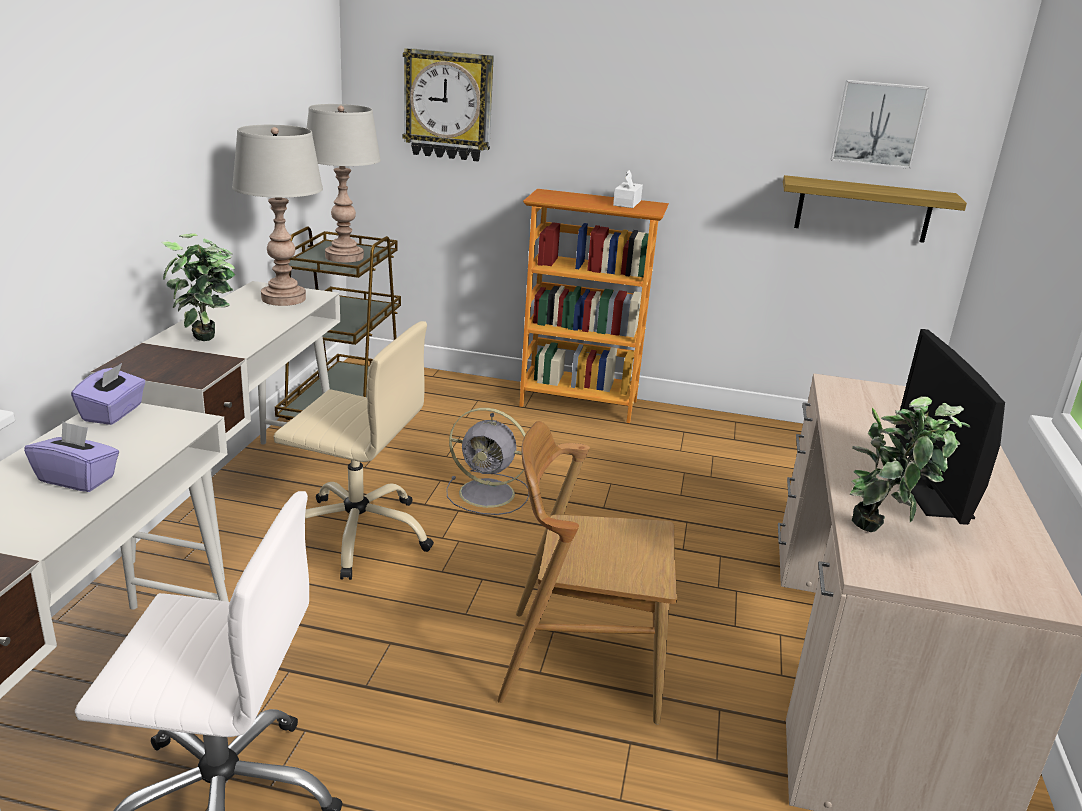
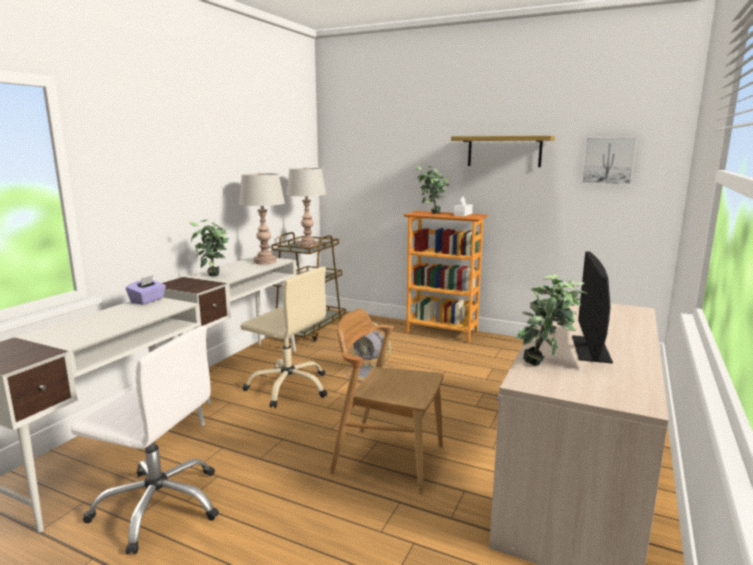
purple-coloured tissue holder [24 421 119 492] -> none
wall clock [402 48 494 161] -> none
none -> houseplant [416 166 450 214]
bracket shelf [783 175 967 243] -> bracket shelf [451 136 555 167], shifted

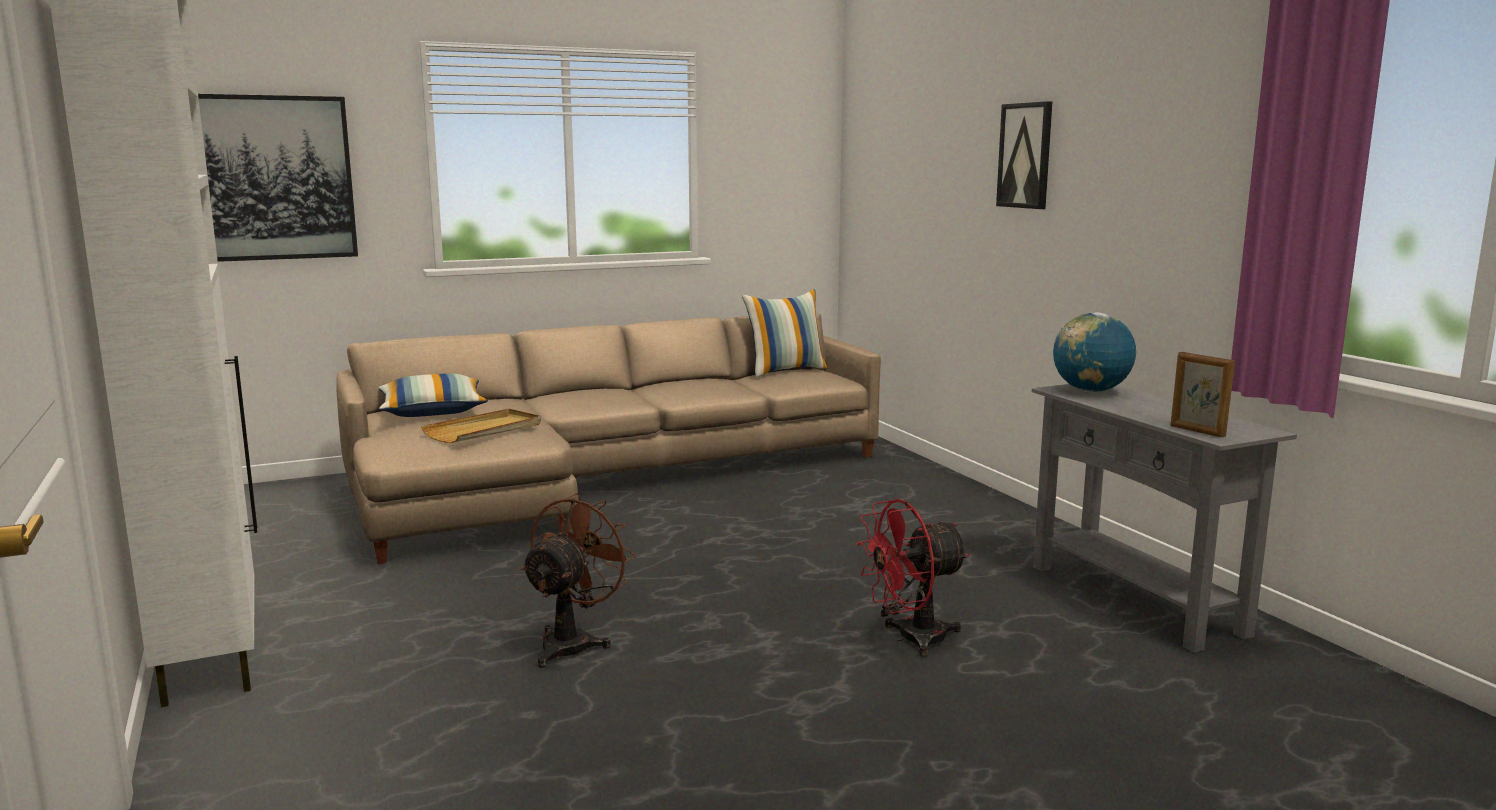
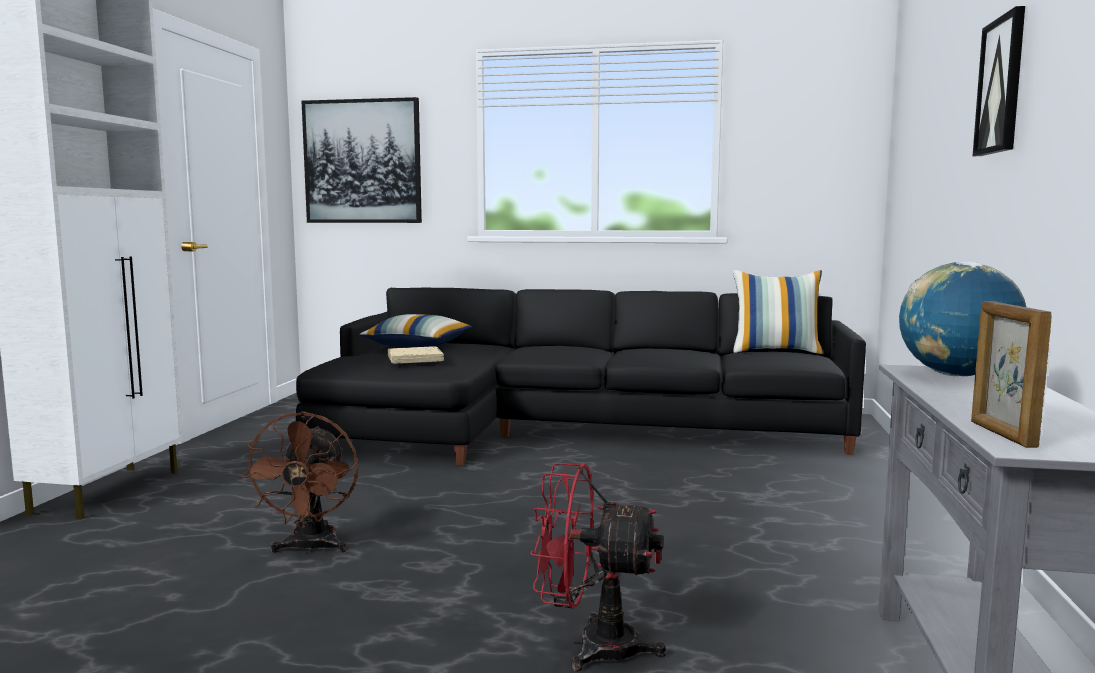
beige-coloured serving tray [421 409 541 443] -> beige-coloured volume [388 346 444 364]
beige-coloured sofa [336 313 881 564] -> blackish sofa [296 288 866 466]
brown-coloured cooling fan [520 493 636 668] -> brown-coloured cooling fan [241 412 358 554], 120 degrees clockwise

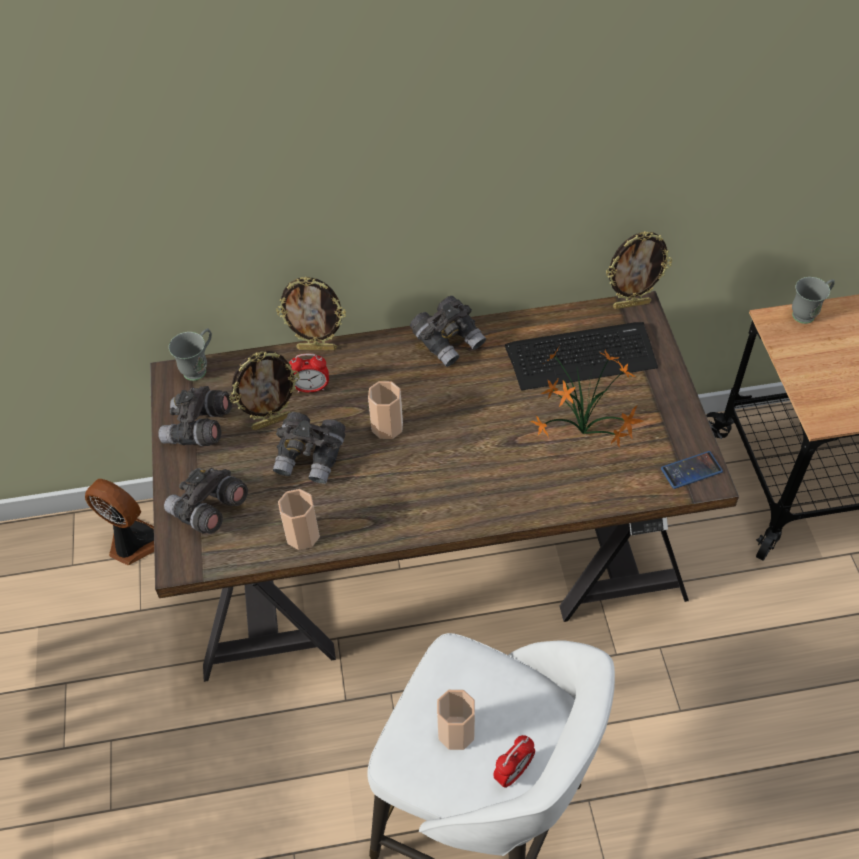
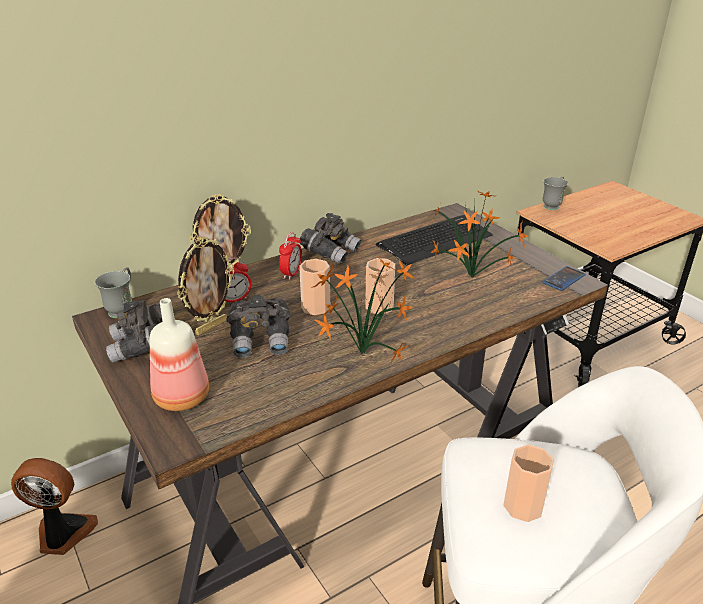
photo frame [606 231 672 309] -> none
none -> houseplant [311 256 415 363]
cup [278 489 320 550] -> cup [365 258 395 314], shifted
table clock [493 735 535 788] -> table clock [279 232 302 280], shifted
grey field glasses [164 468 248 534] -> bottle [150 298 209 411]

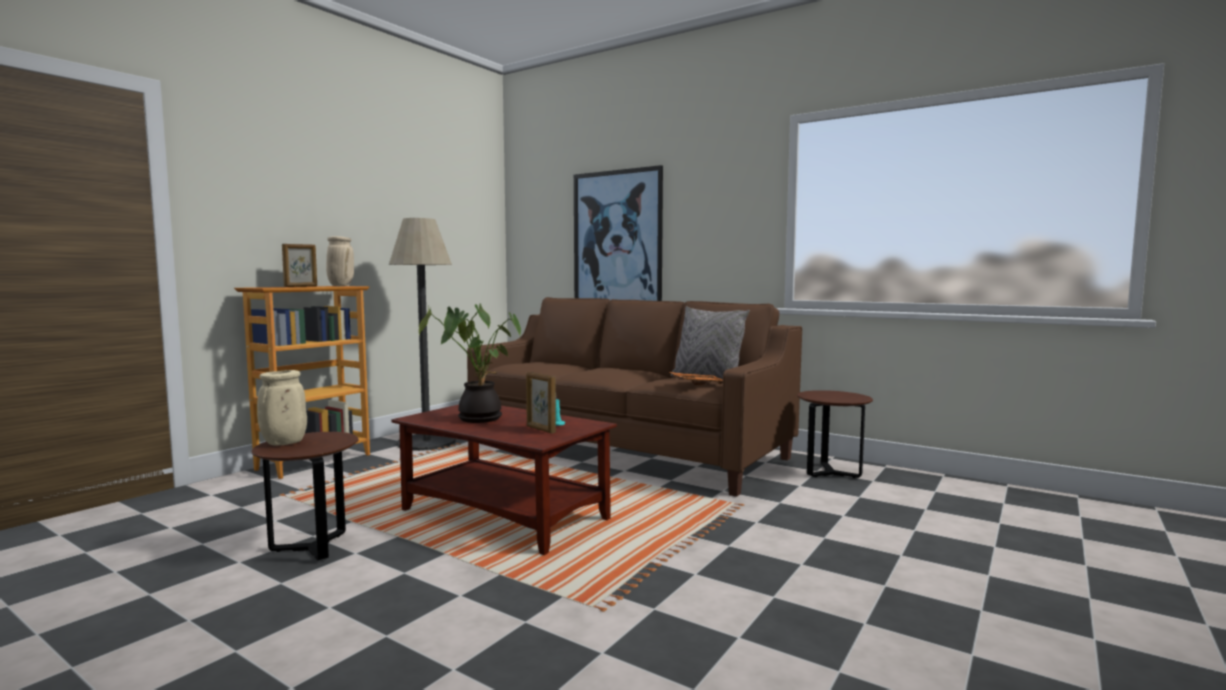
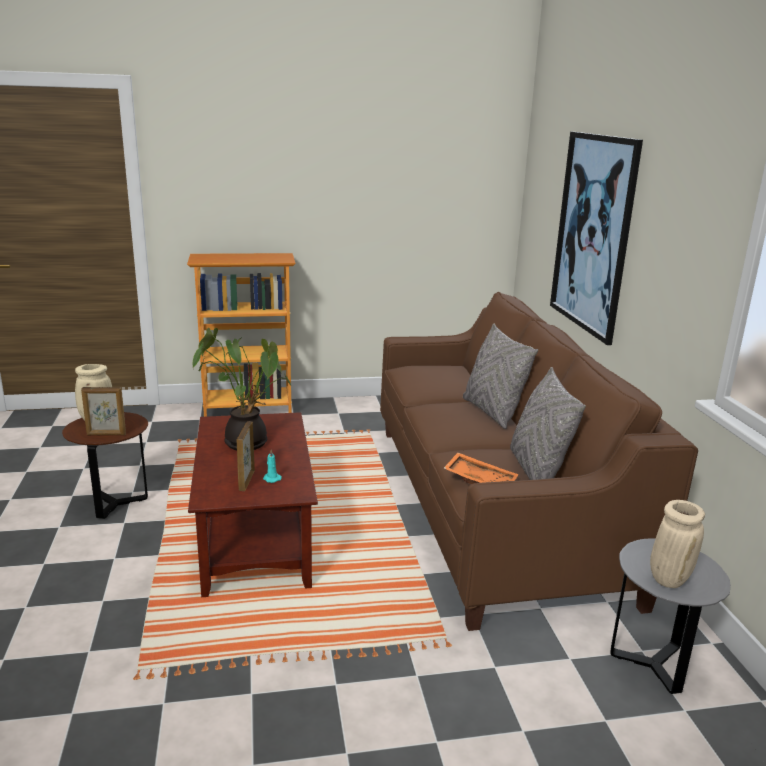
standing lamp [389 218 456 451] -> none
none -> grey throw pillow [463 324 538 429]
photo frame [282 244 317 287] -> photo frame [81 387 126 435], shifted
beige-coloured vase [326 236 354 286] -> beige-coloured vase [650 500 705 588], shifted
brown-coloured side table [797 390 873 478] -> grey side table [610 539 731 694]

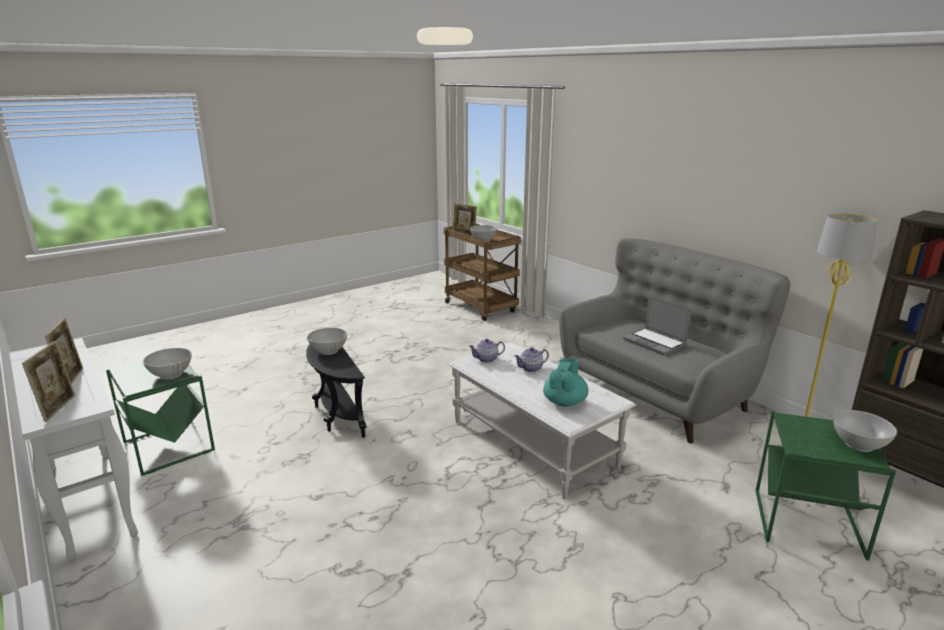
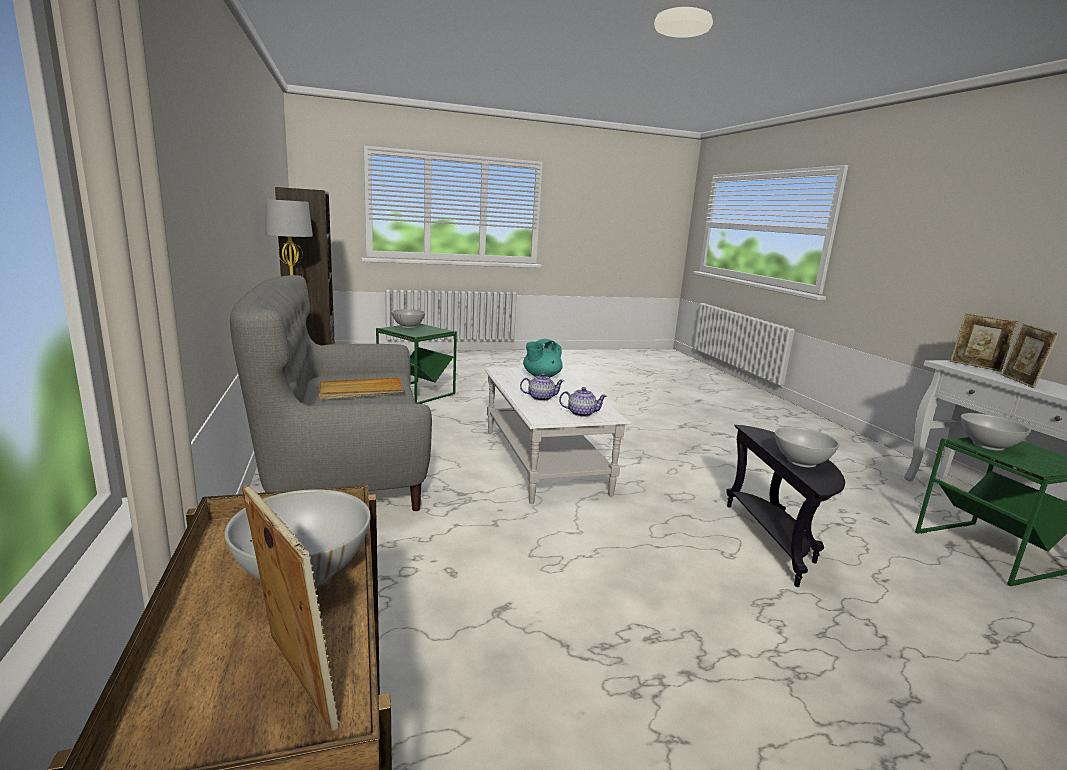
notebook computer [623 296 691 355] -> beige-coloured serving tray [319 377 405 399]
photo frame [22 341 75 422] -> photo frame [950 313 1018 372], 60 degrees counterclockwise

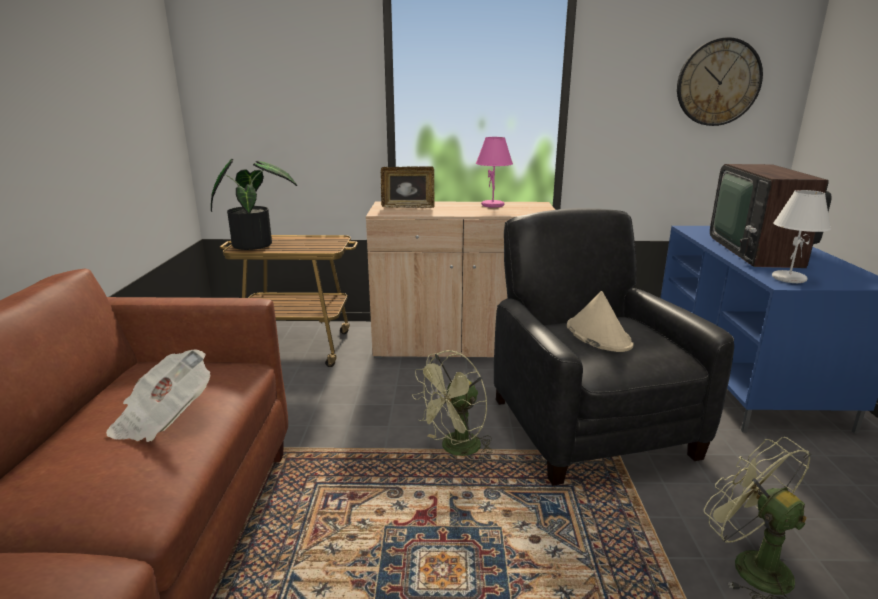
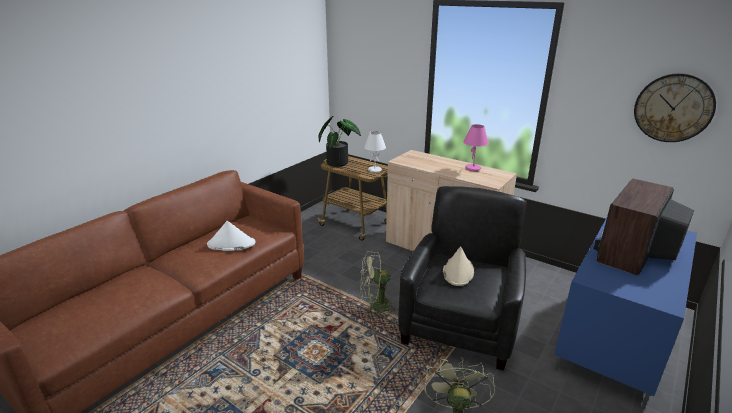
photo frame [381 166 435 208] -> none
white-coloured lamp for a table [772 190 831 283] -> white-coloured lamp for a table [364 131 386 173], shifted
printed paper [106 349 210 442] -> white-coloured wearable hat [207 221 256 251]

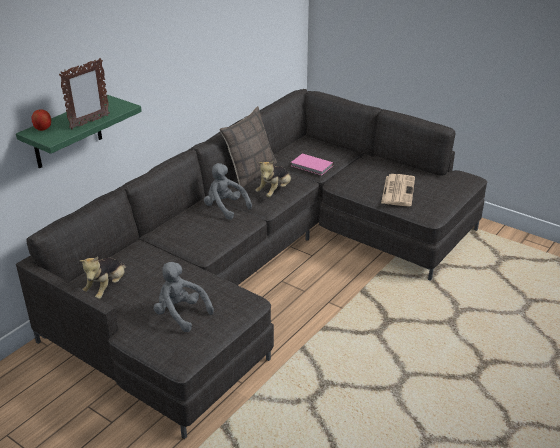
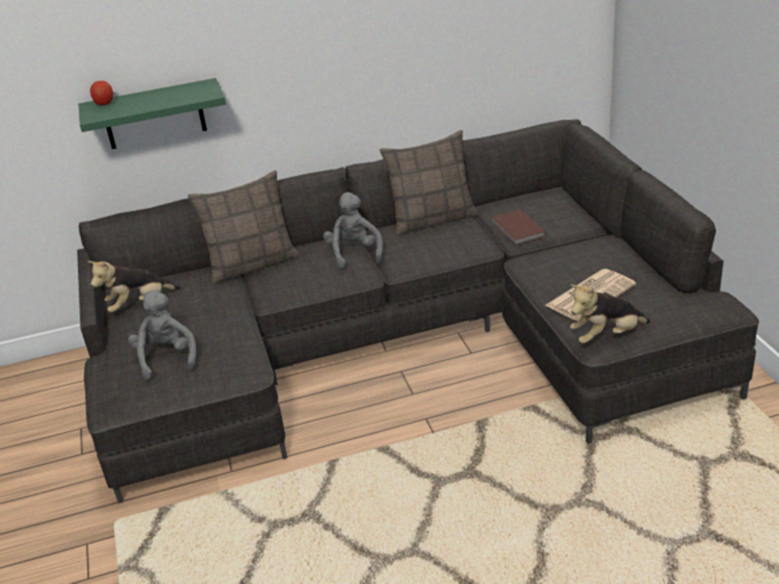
photo frame [59 58 110 129] -> none
none -> throw pillow [187 170 299 284]
cuddly toy [256 160 291 197] -> cuddly toy [570 284 650 344], shifted
pink-coloured volume [291 154 334 175] -> brown-coloured volume [491 210 546 245]

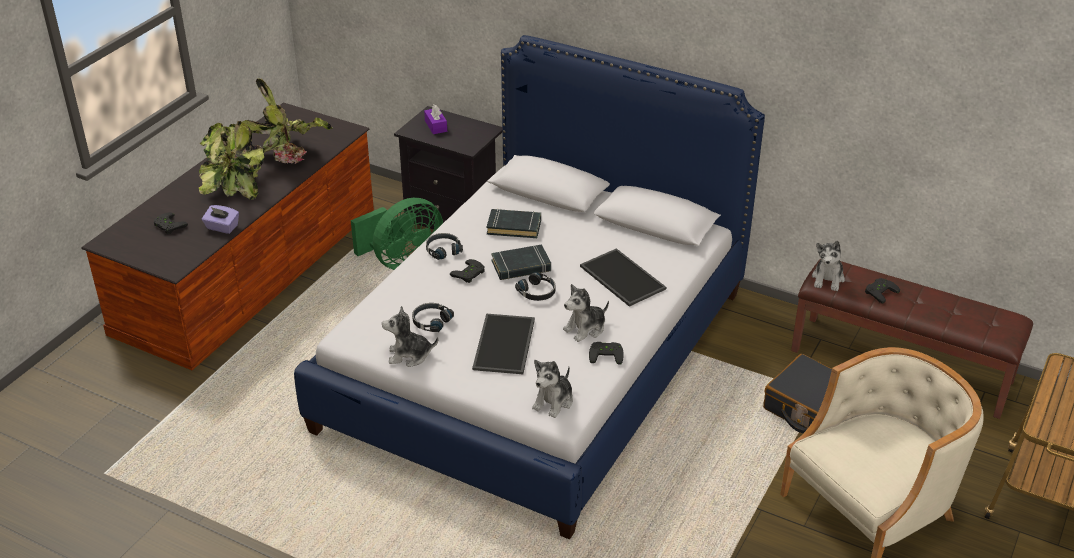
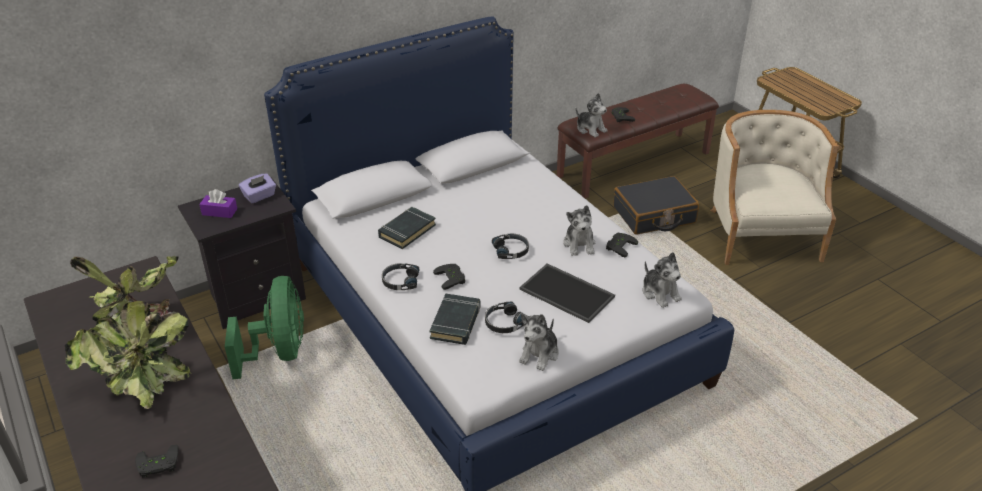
serving tray [580 248 666 307] -> none
purple-coloured tissue holder [202 205 239 234] -> purple-coloured tissue holder [239 173 276 203], shifted
blackish volume [491 244 551 280] -> blackish volume [430 294 481 345], shifted

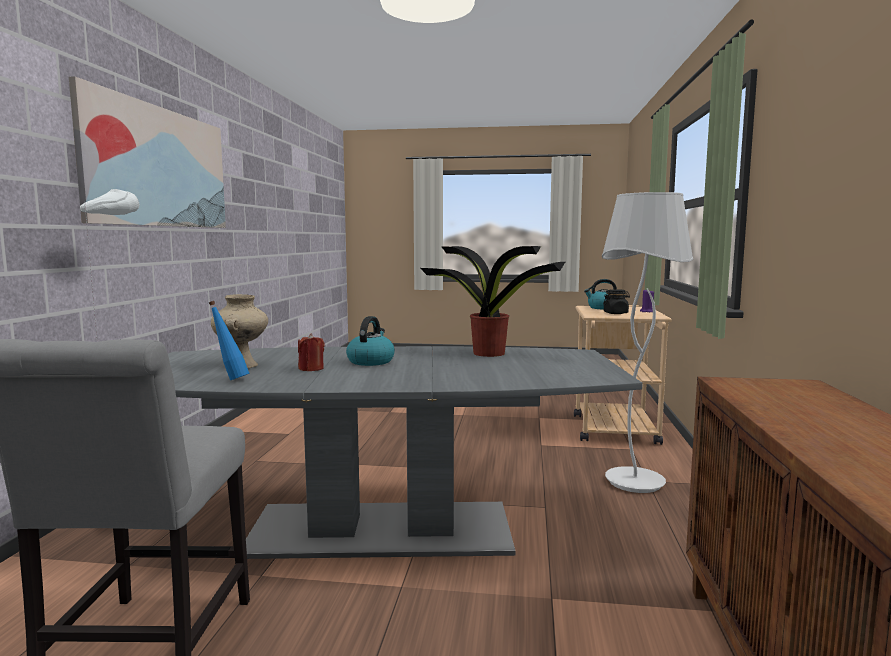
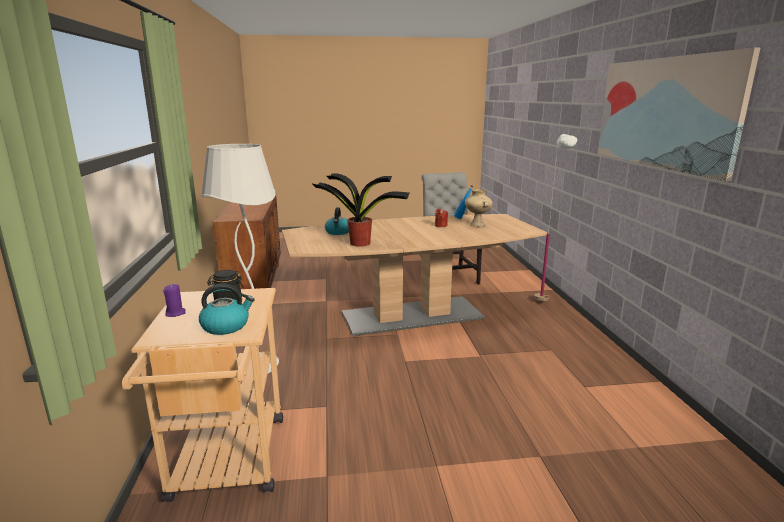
tea kettle [346 316 395 366] -> tea kettle [325 207 349 235], shifted
grey kitchen table [168 346 643 559] -> brown-coloured kitchen table [282 214 547 336]

